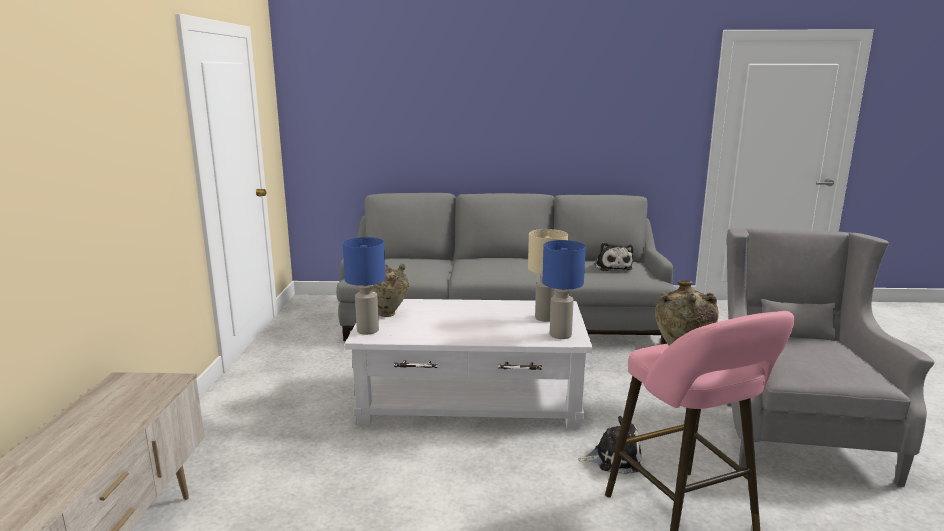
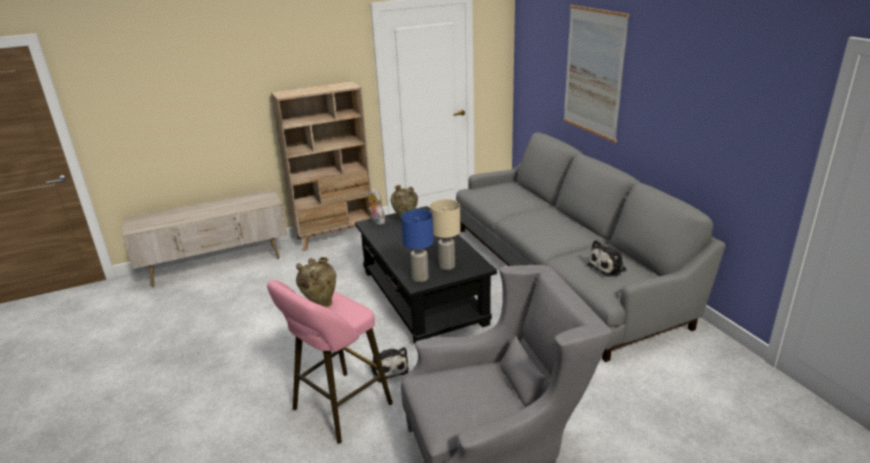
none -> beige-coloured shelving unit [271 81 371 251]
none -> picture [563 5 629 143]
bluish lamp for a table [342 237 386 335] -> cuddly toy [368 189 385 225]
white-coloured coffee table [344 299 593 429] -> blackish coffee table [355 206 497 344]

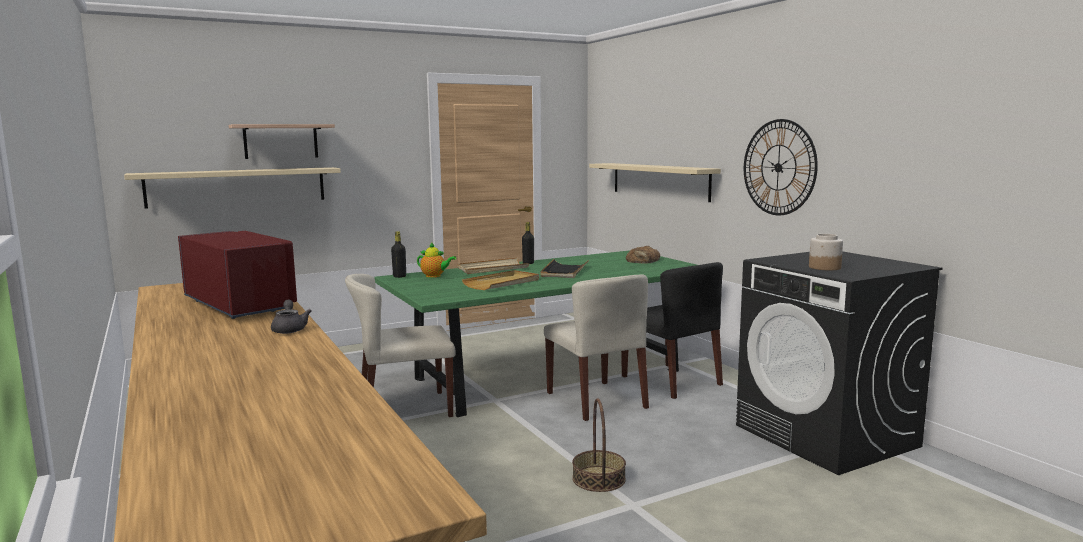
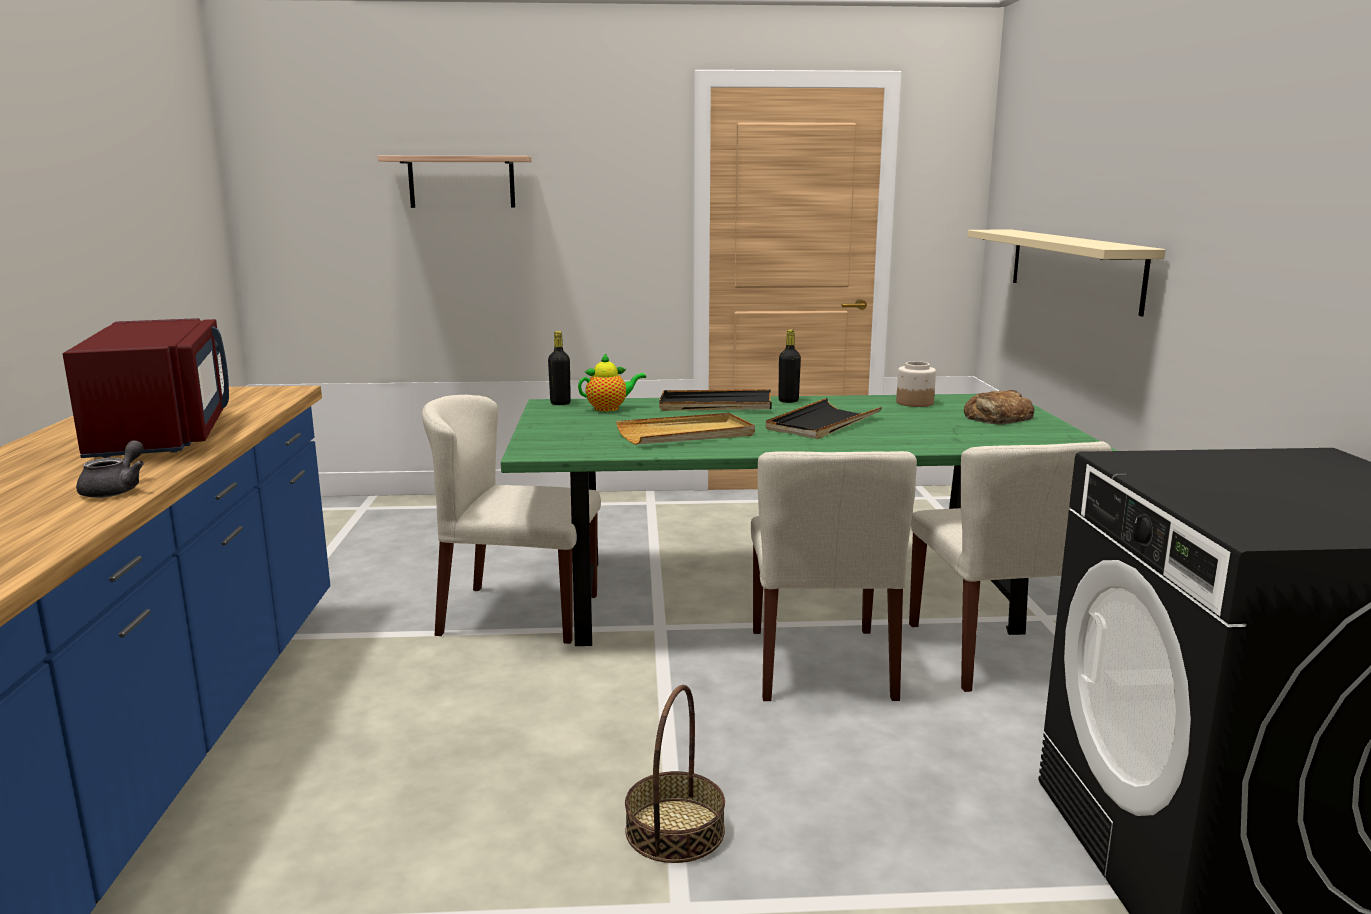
beige-coloured bracket shelf [124 167 341 209] -> none
wall clock [744 119 818 215] -> none
storage jar [809 234 843 270] -> storage jar [896 361 936 407], shifted
beige-coloured serving tray [457 258 530 274] -> blackish serving tray [659 389 772 411]
blackish plain chair [621 262 723 399] -> beige-coloured plain chair [909 441 1112 692]
teapot [417 242 456 278] -> teapot [578 353 646 412], 60 degrees counterclockwise

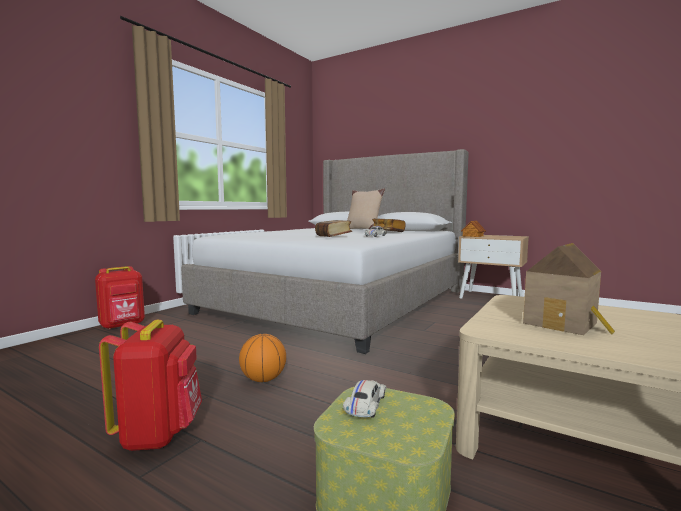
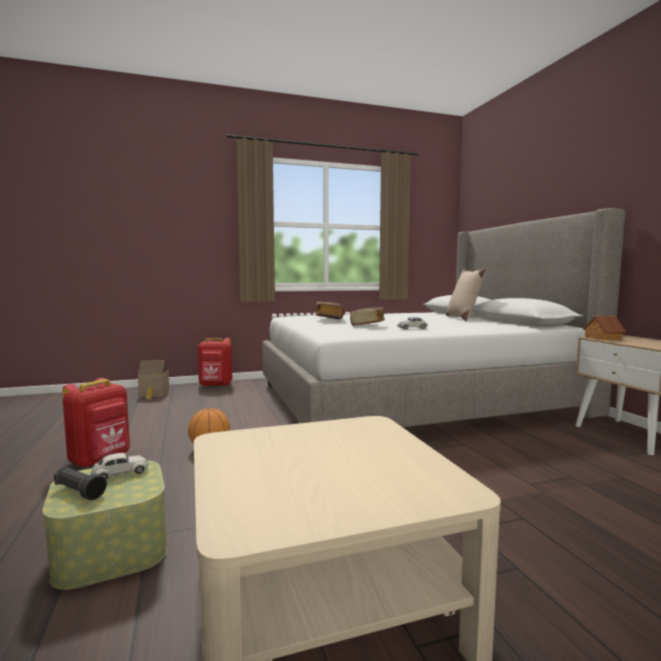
none -> blackish flashlight [54 467 107 500]
volume [372 218 406 232] -> volume [315 302 344 319], shifted
miniature house [523 243 615 335] -> miniature house [138 360 169 399], shifted

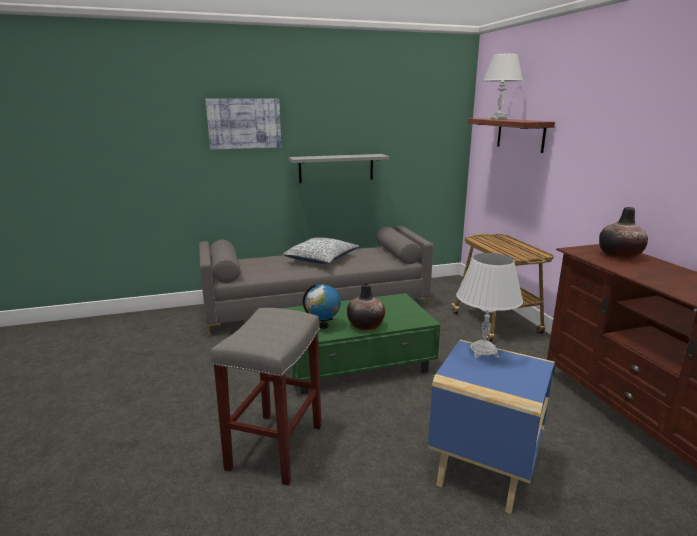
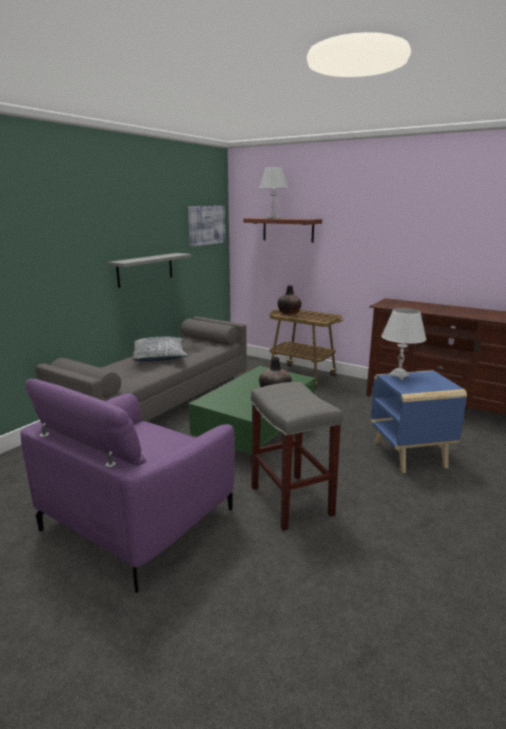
desk globe [303 284 341 329] -> none
none -> purple-coloured easy chair [21 379 235 593]
picture [206 99 281 149] -> picture [188 206 225 247], shifted
vase [599 207 648 260] -> vase [277 285 301 315], shifted

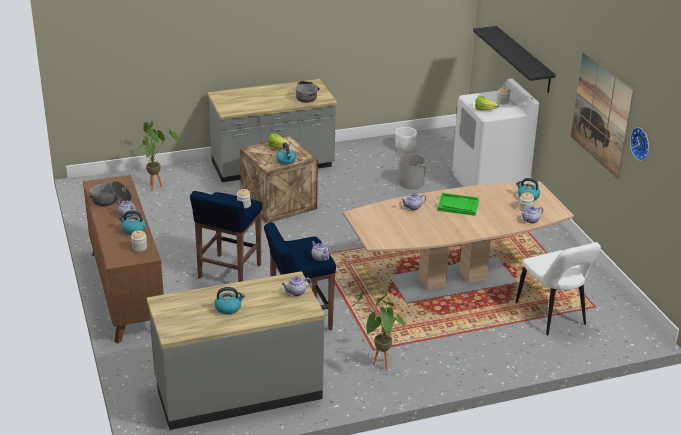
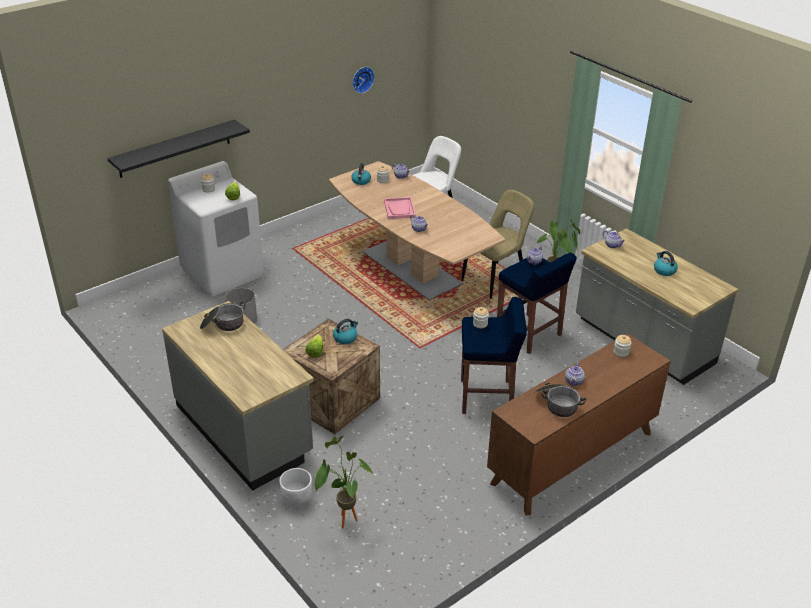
tea kettle [118 210 146 235] -> none
picture [571 52 634 179] -> none
none -> beige-coloured plain chair [461 190 534 299]
white-coloured plant pot [395 127 417 152] -> white-coloured plant pot [279 468 312 507], shifted
greenish serving tray [437 193 479 216] -> pink-coloured serving tray [384 197 416 219]

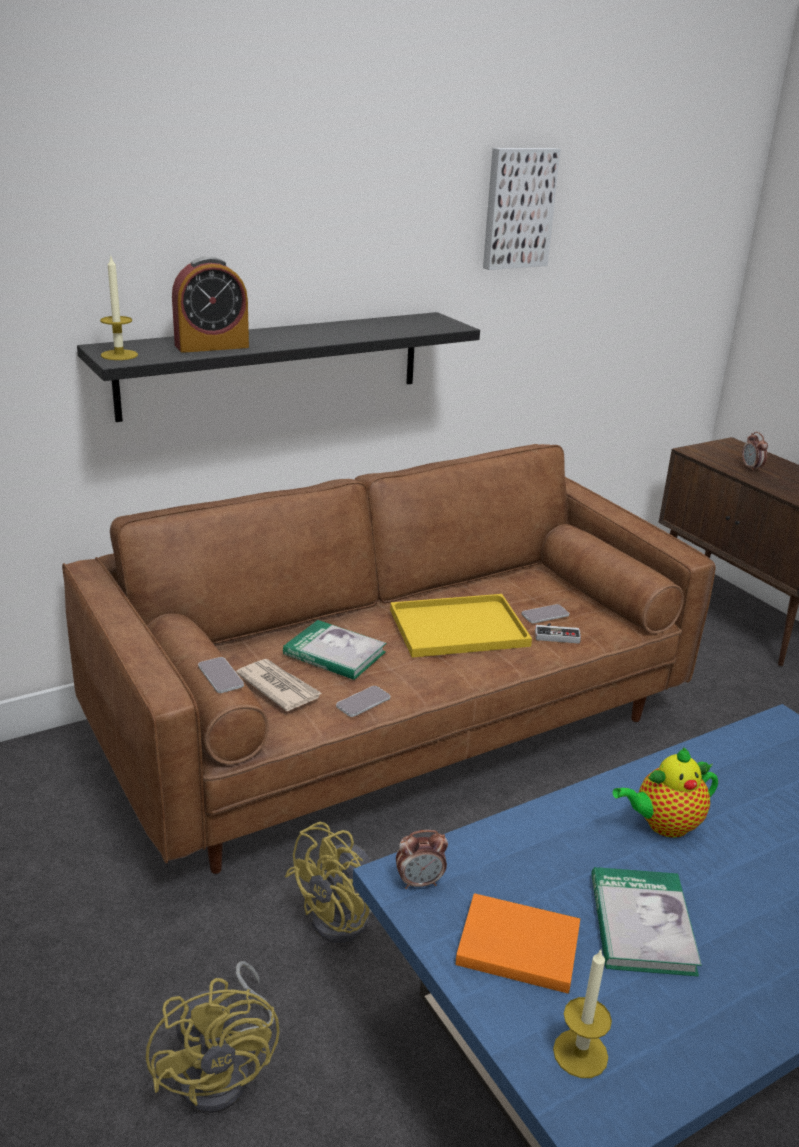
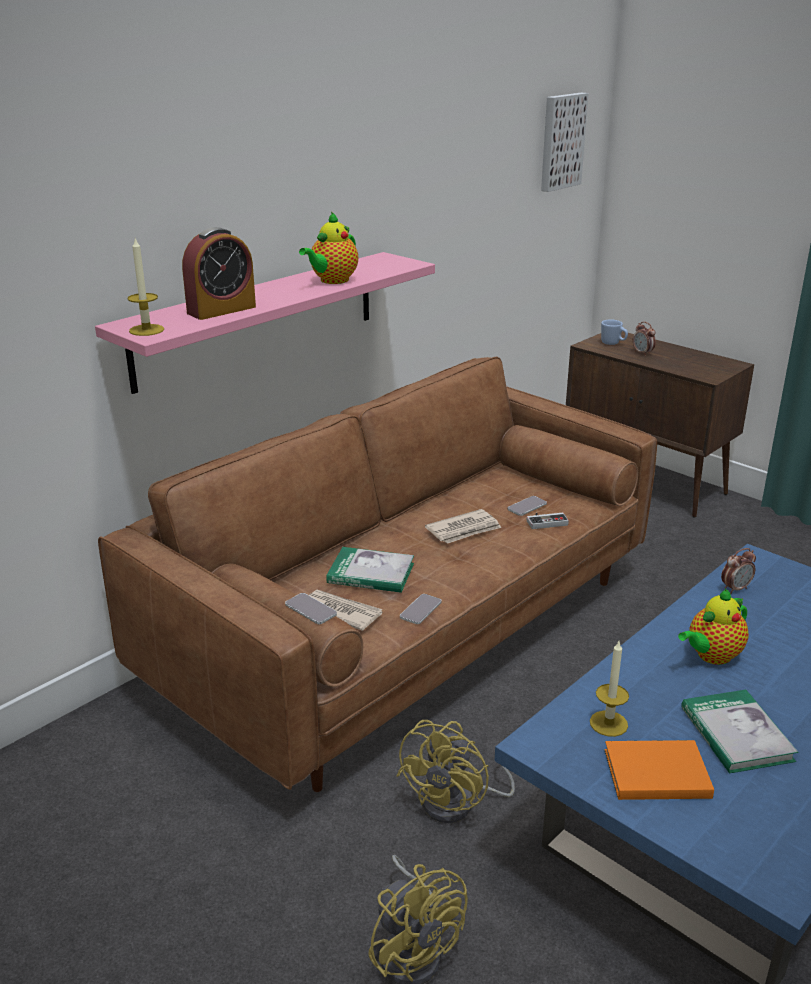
none -> teapot [299 212 358 284]
none -> bluish tea mug [601 319 628 345]
table clock [396 830 448 889] -> table clock [721 548 756 594], shifted
picture [483 148 561 270] -> picture [541 93 589 192], shifted
wax candle [553 949 612 1078] -> wax candle [590 641 629 737], shifted
yellow-coloured serving tray [390 594 532 658] -> printed paper [425 509 502 544]
blackish bracket shelf [77 312 480 422] -> pink-coloured bracket shelf [95 252 435 394]

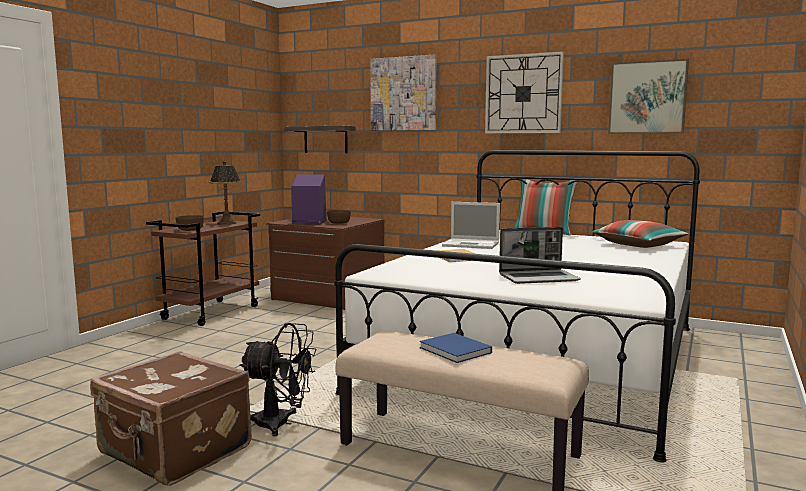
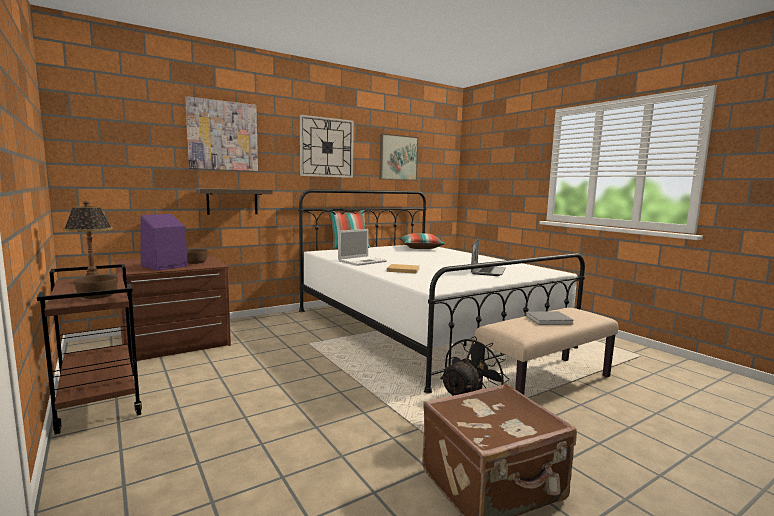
bracket shelf [284 126 356 153] -> bracket shelf [196 188 273 215], shifted
bluish volume [419 333 492 363] -> grey volume [525 311 573 325]

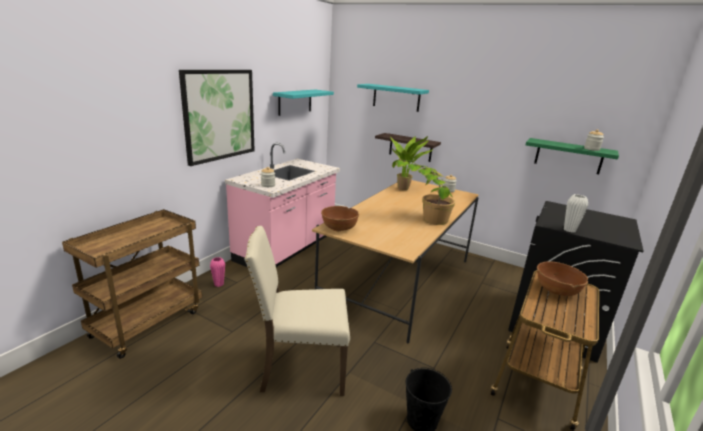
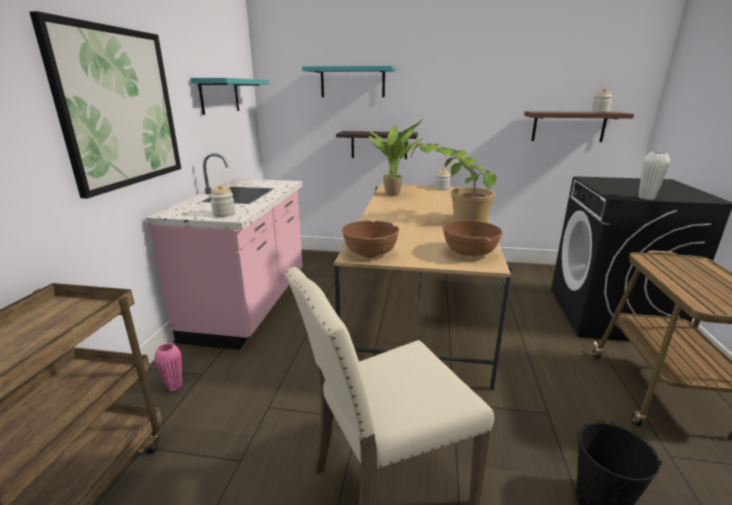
brown-coloured deep dish [537 261 588 296] -> brown-coloured deep dish [443 220 503 257], shifted
greenish bracket shelf [526 138 619 174] -> brown-coloured bracket shelf [524 111 634 142]

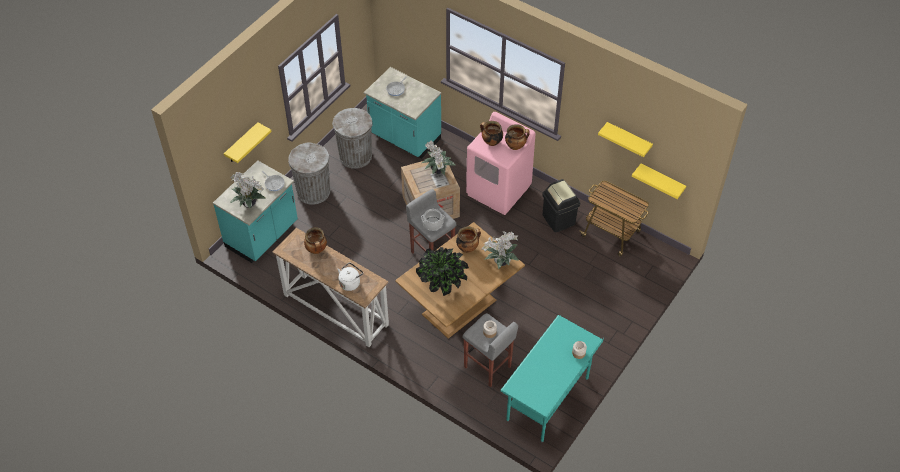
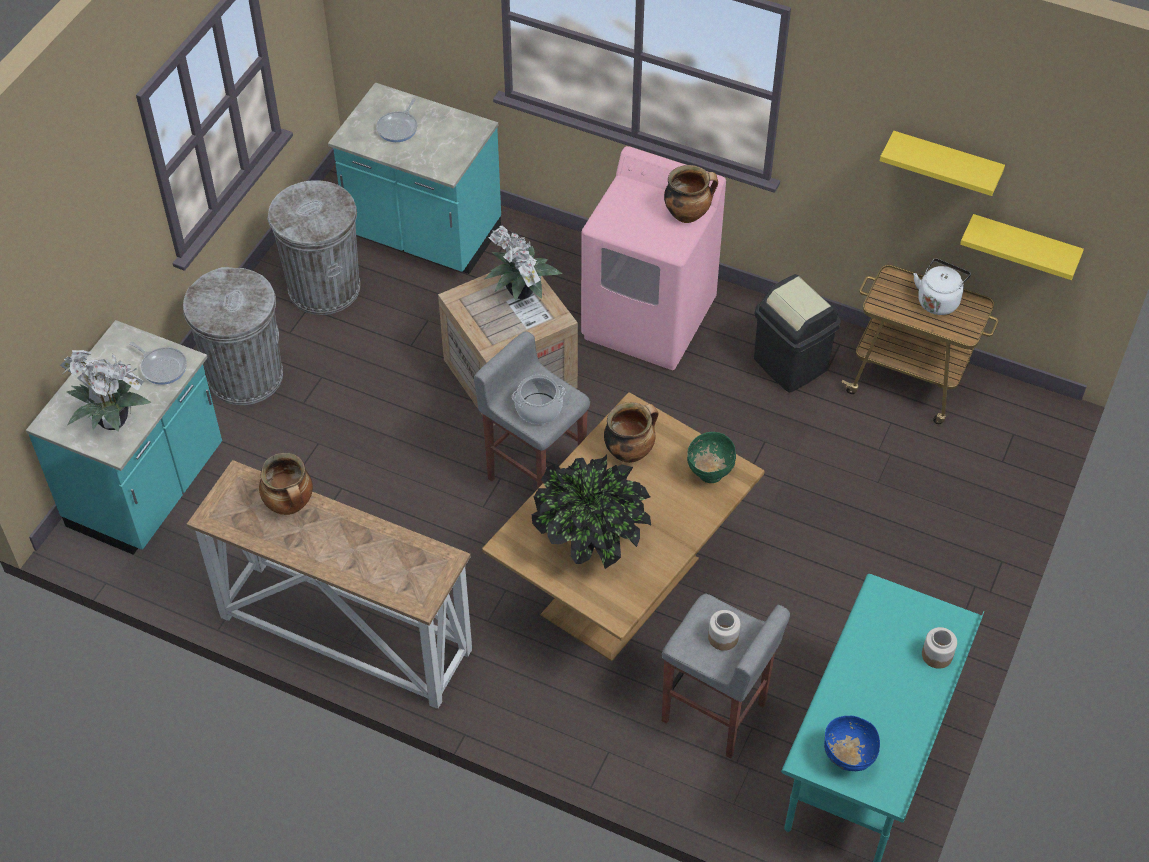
yellow-coloured bracket shelf [224 122 272 163] -> none
saucepot [480 121 503 146] -> none
none -> bluish deep dish [824 716 880 771]
white-coloured tea kettle [338 263 363 291] -> white-coloured tea kettle [913 258 971 315], shifted
houseplant [482 231 519 269] -> greenish deep dish [687 432 736 483]

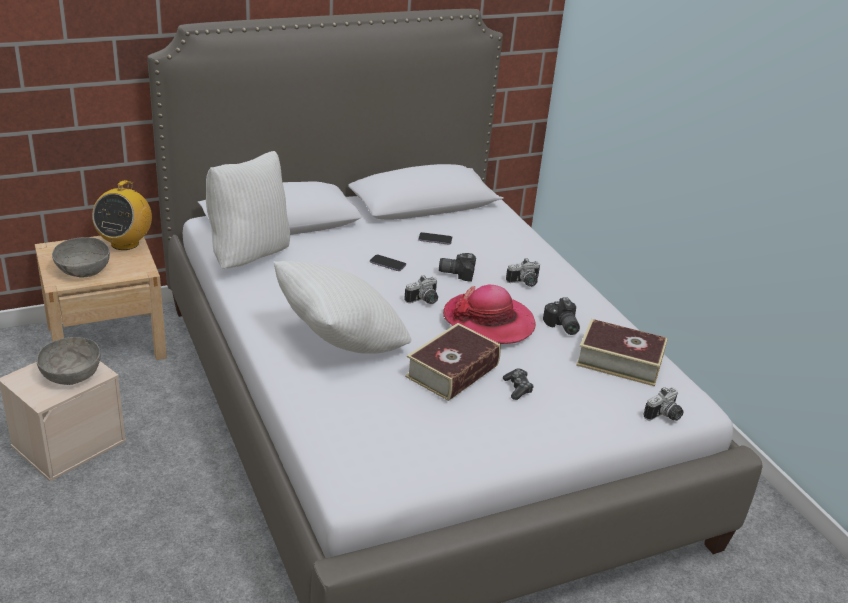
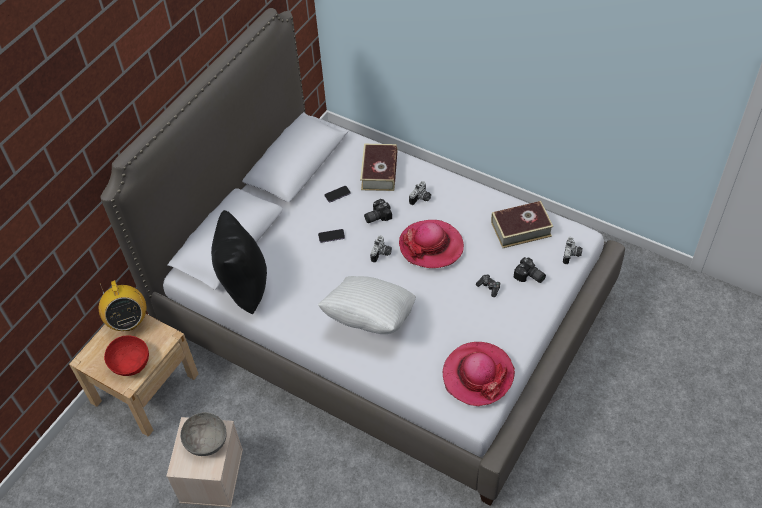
none -> wearable hat [443 342 515 406]
volume [405 323 501 401] -> volume [360 144 398 191], shifted
photo camera [543 297 580 335] -> photo camera [514 257 546 283], shifted
grey deep dish [52 237 110 277] -> reddish deep dish [104 336 149 376]
white-coloured throw pillow [206 151 290 269] -> blackish throw pillow [211 210 267 314]

